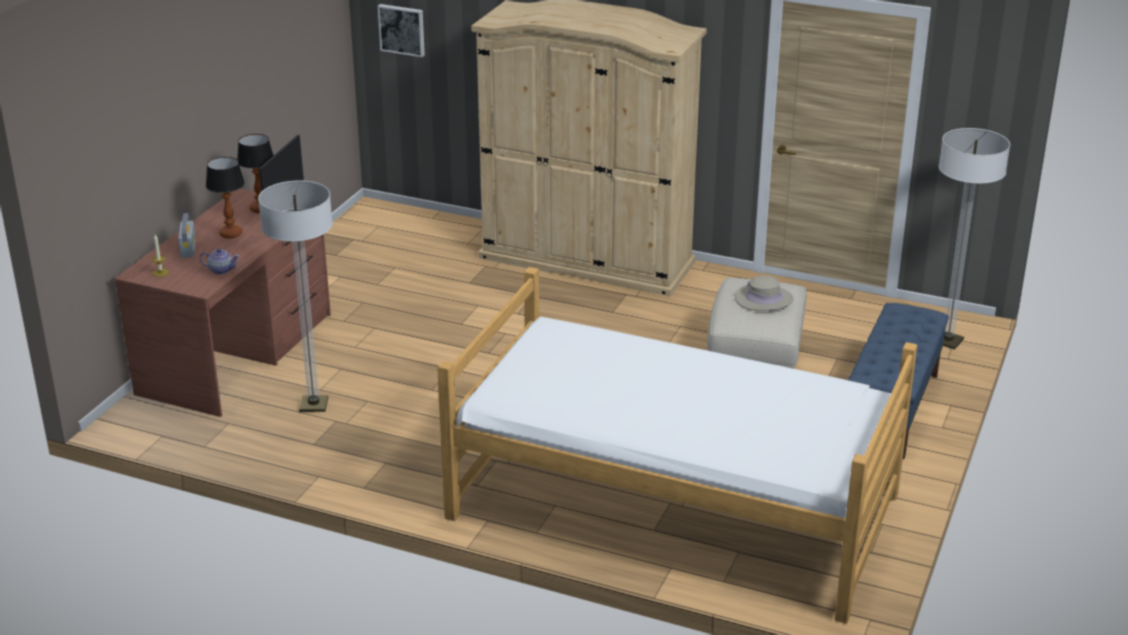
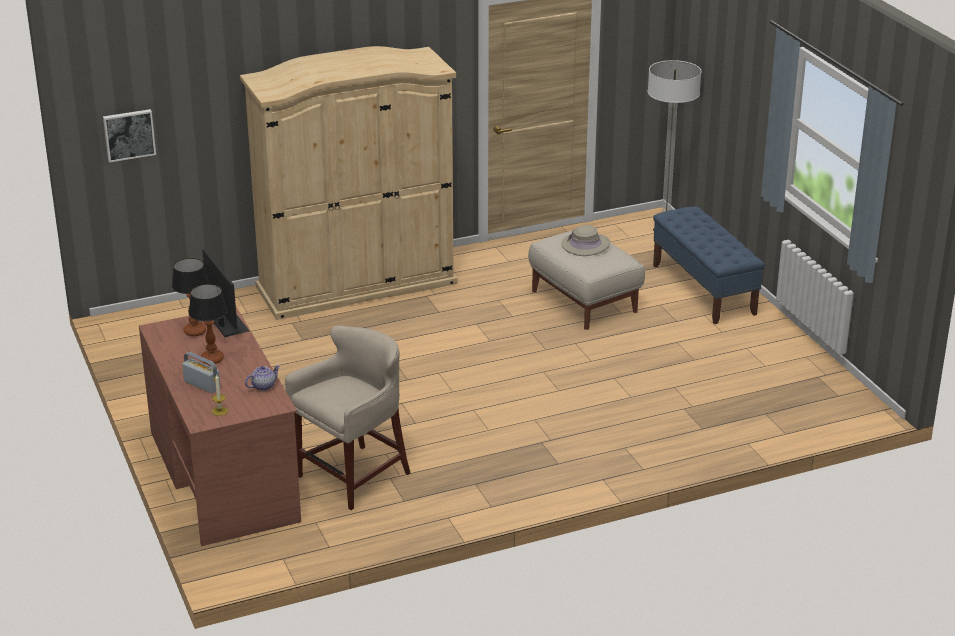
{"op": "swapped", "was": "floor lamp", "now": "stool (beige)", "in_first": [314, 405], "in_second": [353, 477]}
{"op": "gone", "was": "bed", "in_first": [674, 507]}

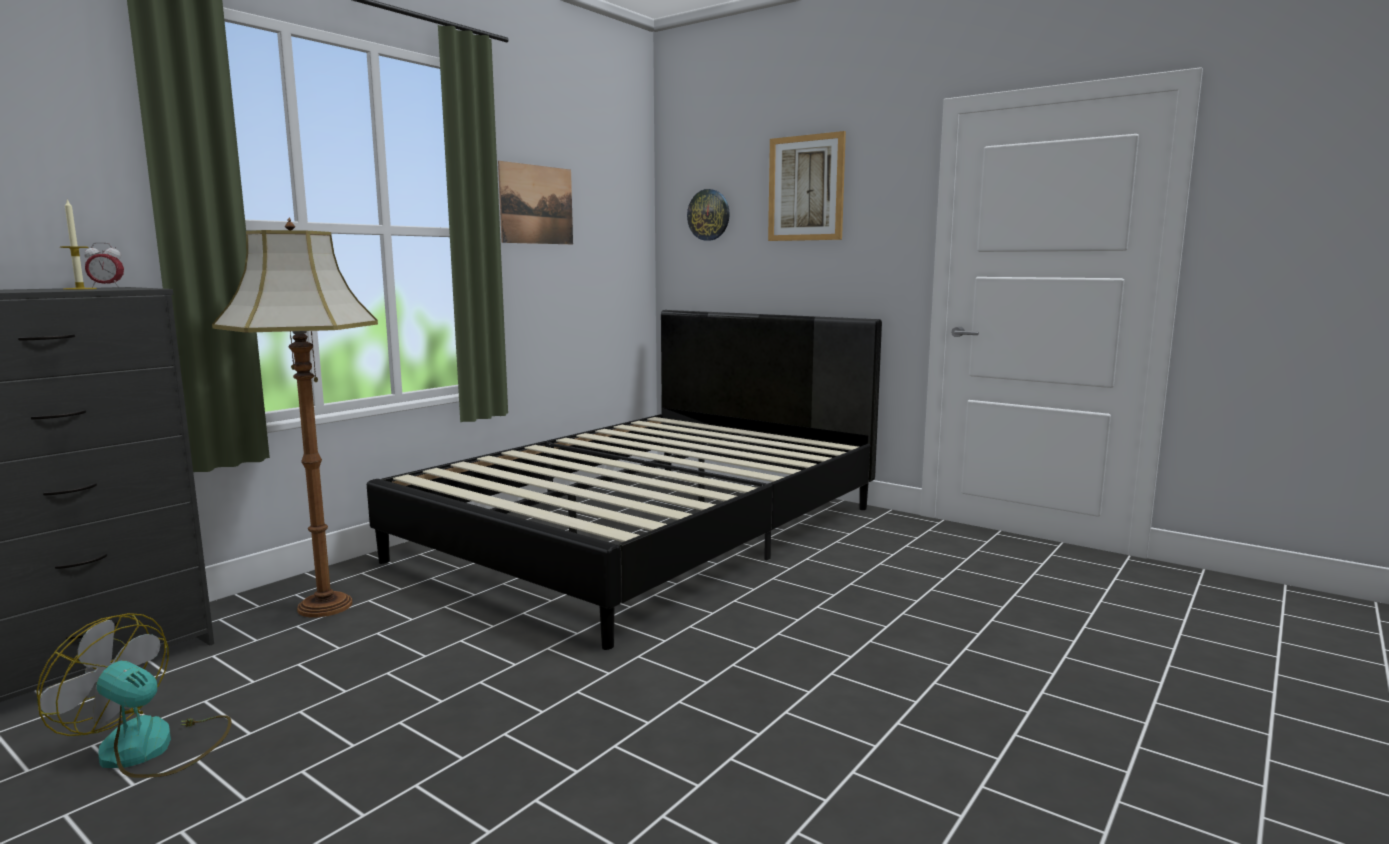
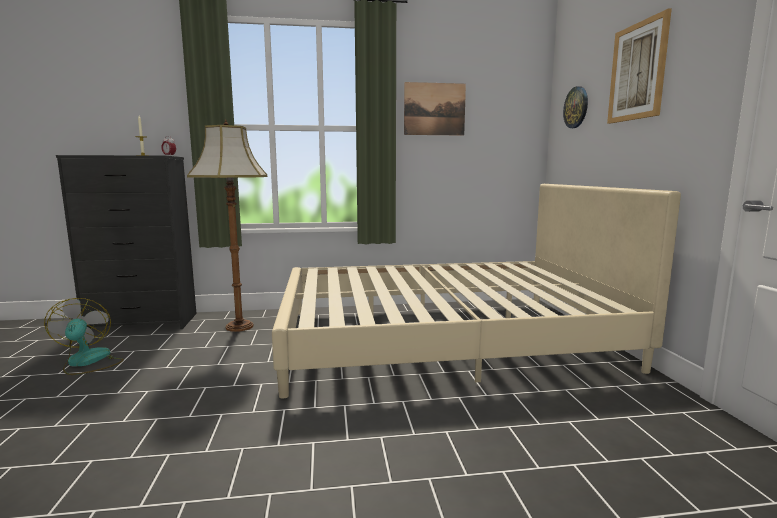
{"op": "repainted", "was": "bed (black)", "now": "bed (beige)", "in_first": [649, 532], "in_second": [444, 338]}

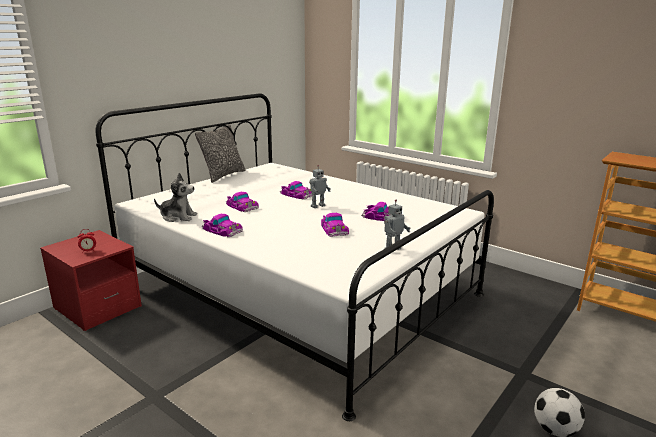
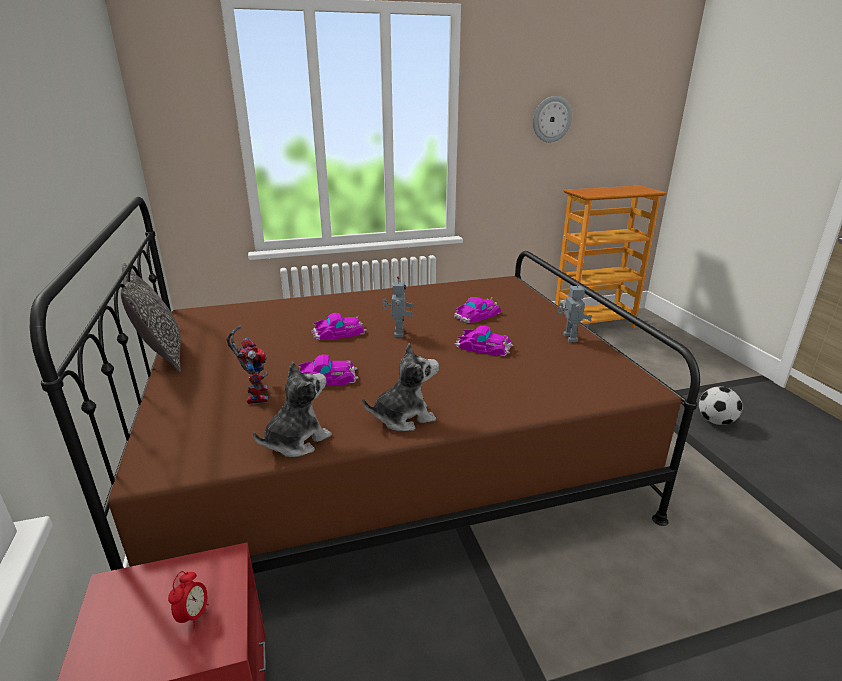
{"op": "repainted", "was": "bed (white)", "now": "bed (brown)", "in_first": [298, 289], "in_second": [389, 454]}
{"op": "swapped", "was": "toy car", "now": "plush toy", "in_first": [222, 230], "in_second": [403, 417]}
{"op": "new", "now": "wall clock", "in_second": [551, 119]}
{"op": "new", "now": "toy robot", "in_second": [255, 394]}

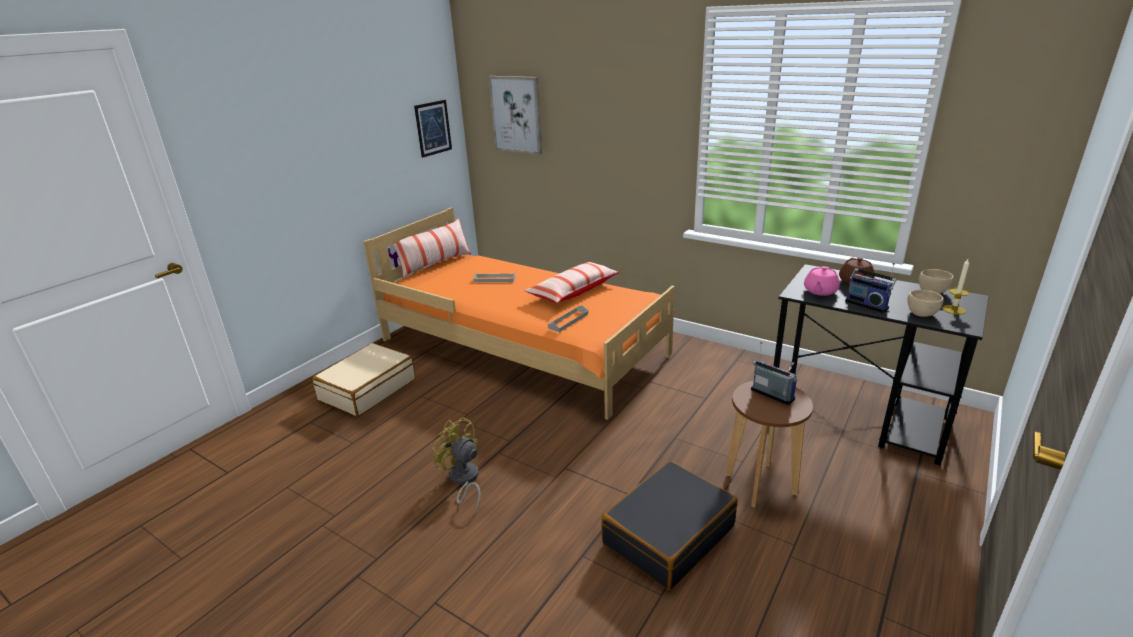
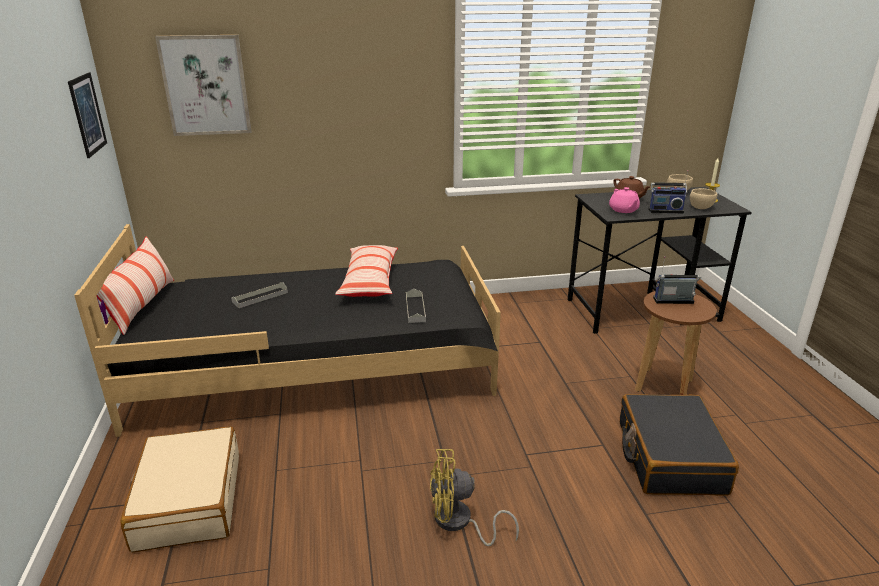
{"op": "repainted", "was": "bed (orange)", "now": "bed (black)", "in_first": [524, 347], "in_second": [316, 367]}

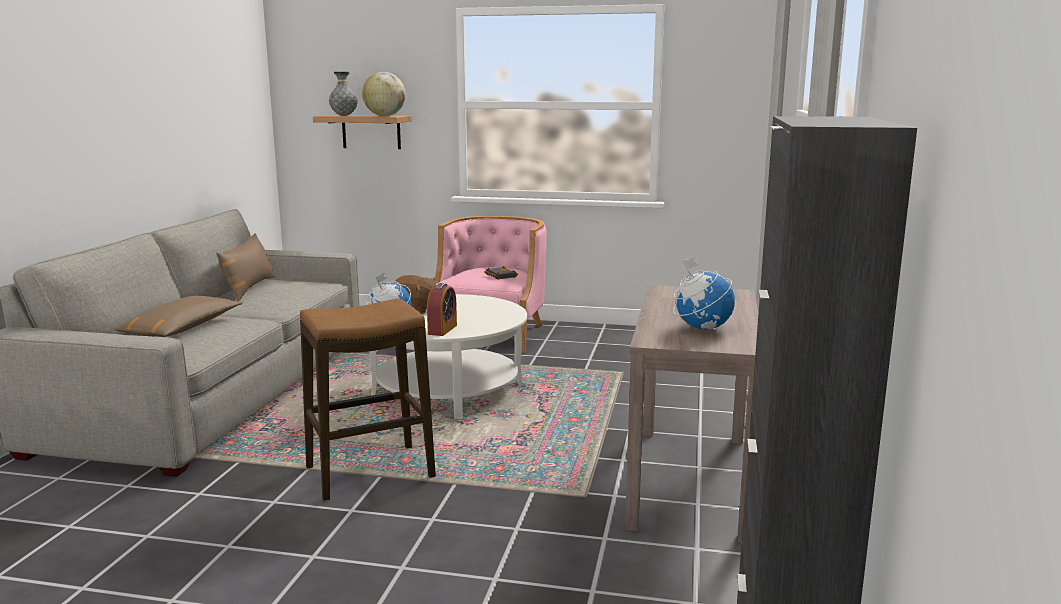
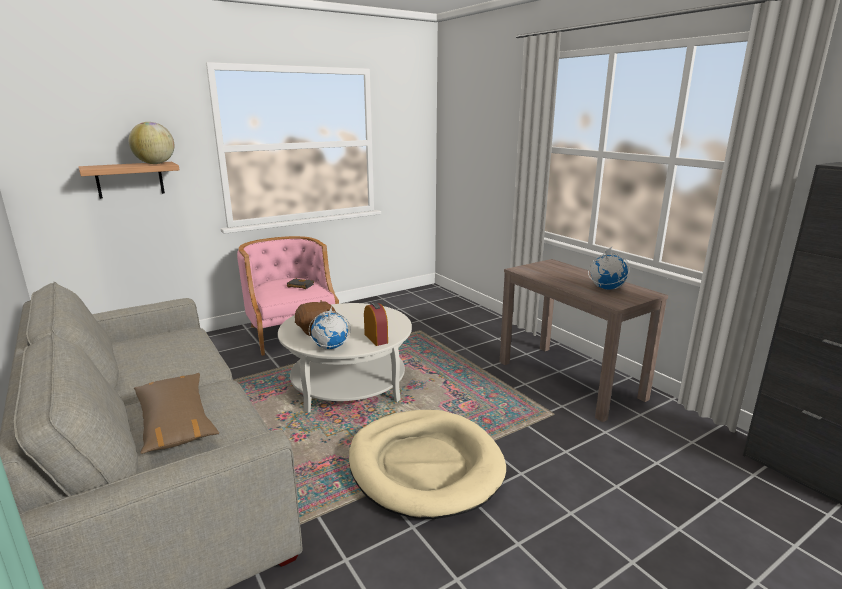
{"op": "gone", "was": "vase (grey)", "in_first": [344, 115]}
{"op": "gone", "was": "pillow (brown)", "in_first": [249, 288]}
{"op": "swapped", "was": "stool", "now": "dog bed (beige)", "in_first": [370, 472], "in_second": [425, 466]}

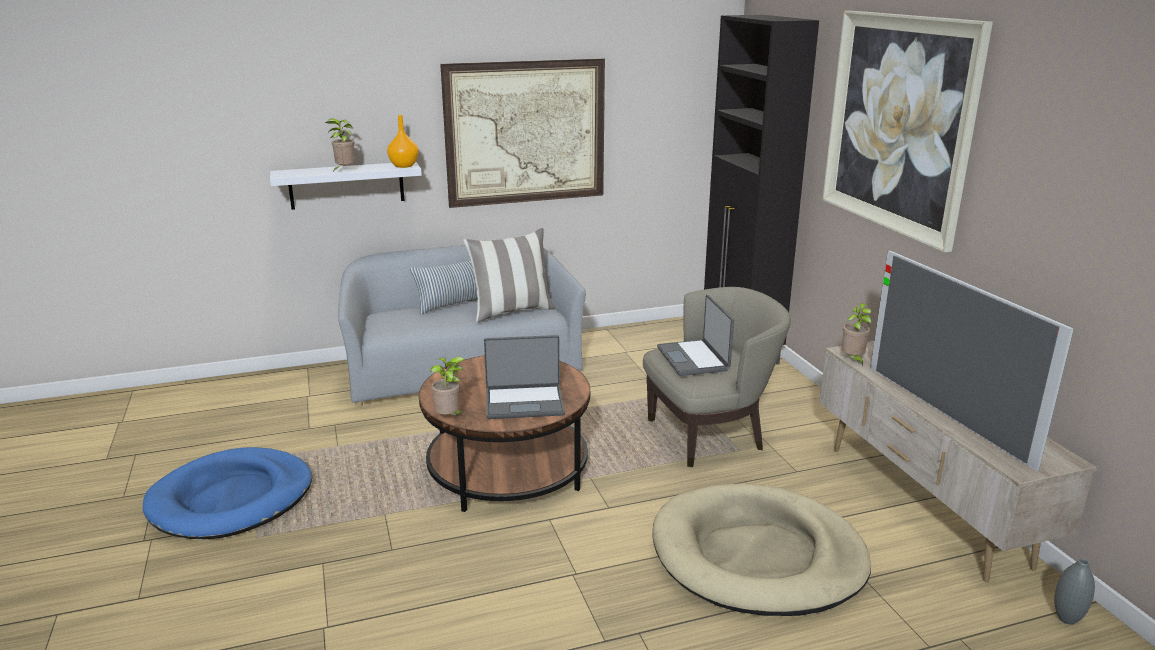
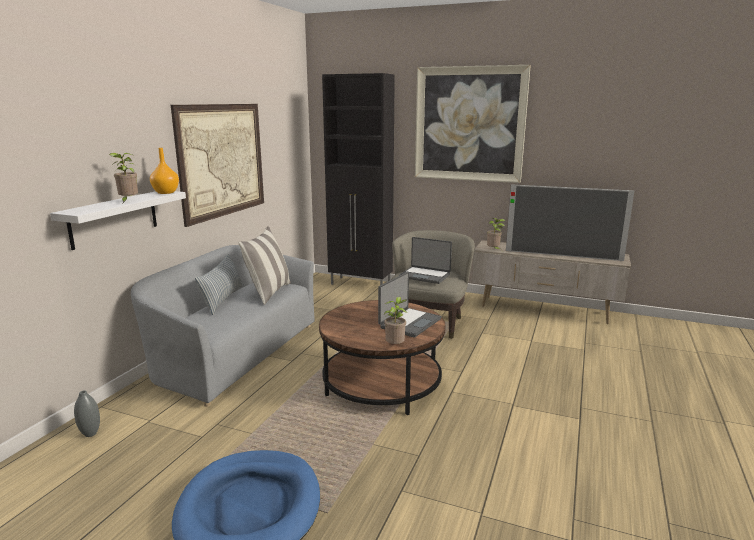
{"op": "gone", "was": "dog bed (beige)", "in_first": [757, 556]}
{"op": "shifted", "was": "vase (grey)", "in_first": [1067, 619], "in_second": [90, 434]}

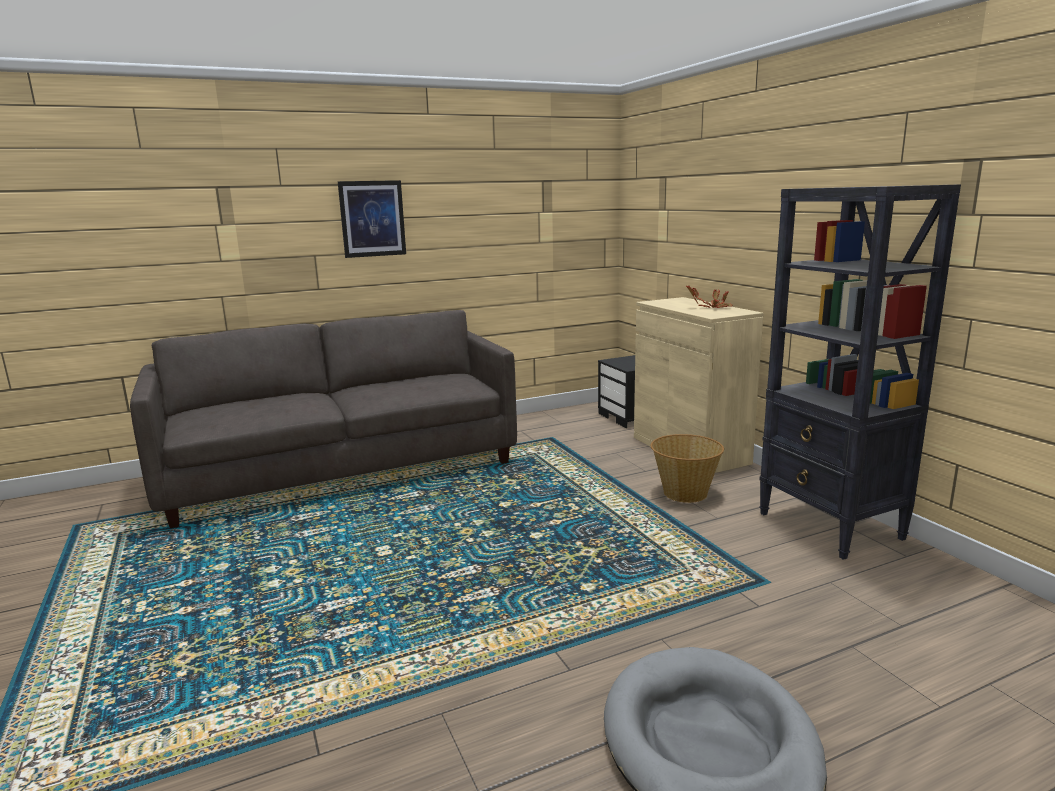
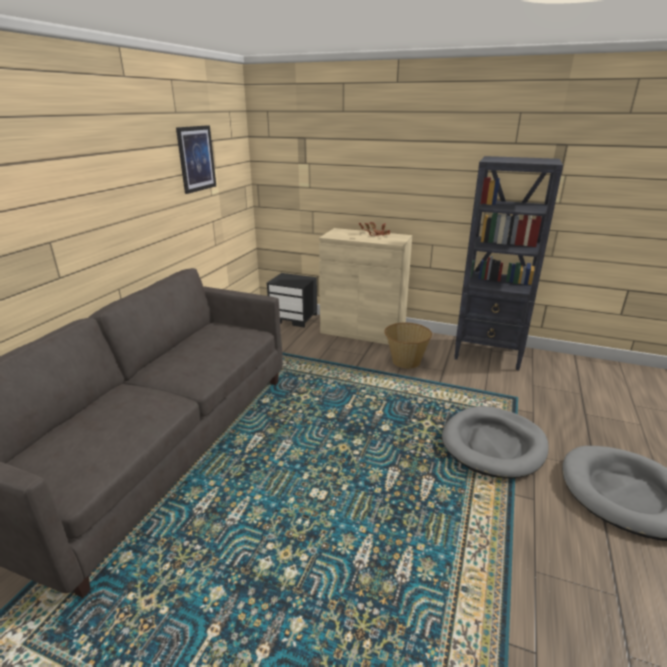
{"op": "shifted", "was": "picture", "in_first": [372, 218], "in_second": [196, 159]}
{"op": "new", "now": "dog bed (grey)", "in_second": [493, 445]}

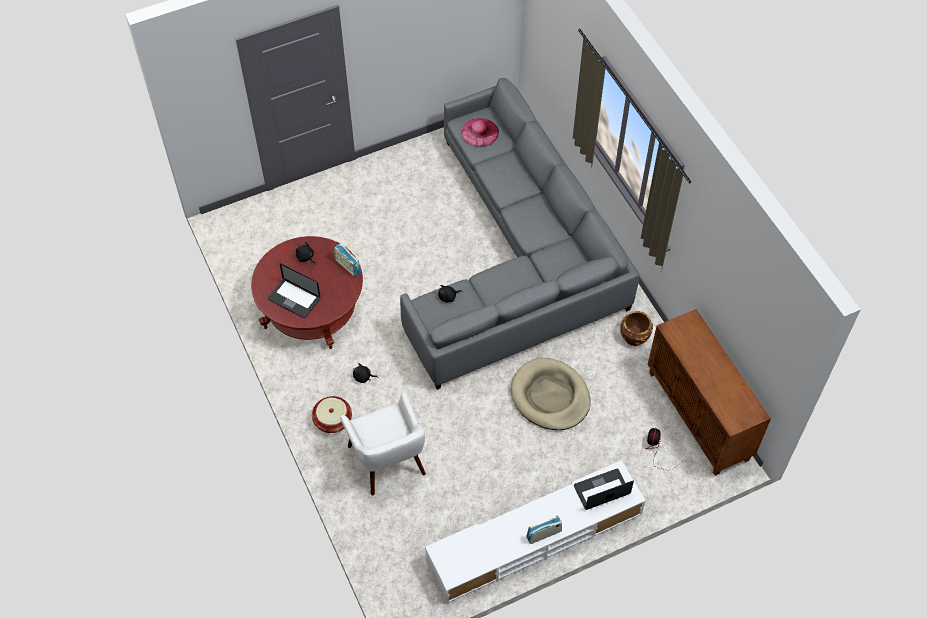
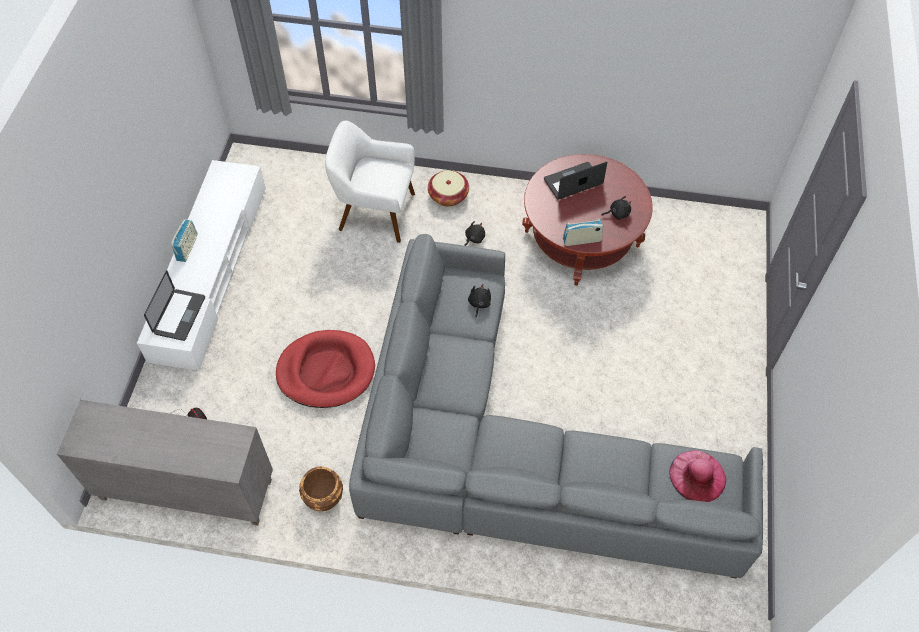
{"op": "repainted", "was": "cabinet (brown)", "now": "cabinet (grey)", "in_first": [699, 416], "in_second": [185, 490]}
{"op": "repainted", "was": "dog bed (beige)", "now": "dog bed (red)", "in_first": [550, 396], "in_second": [326, 371]}

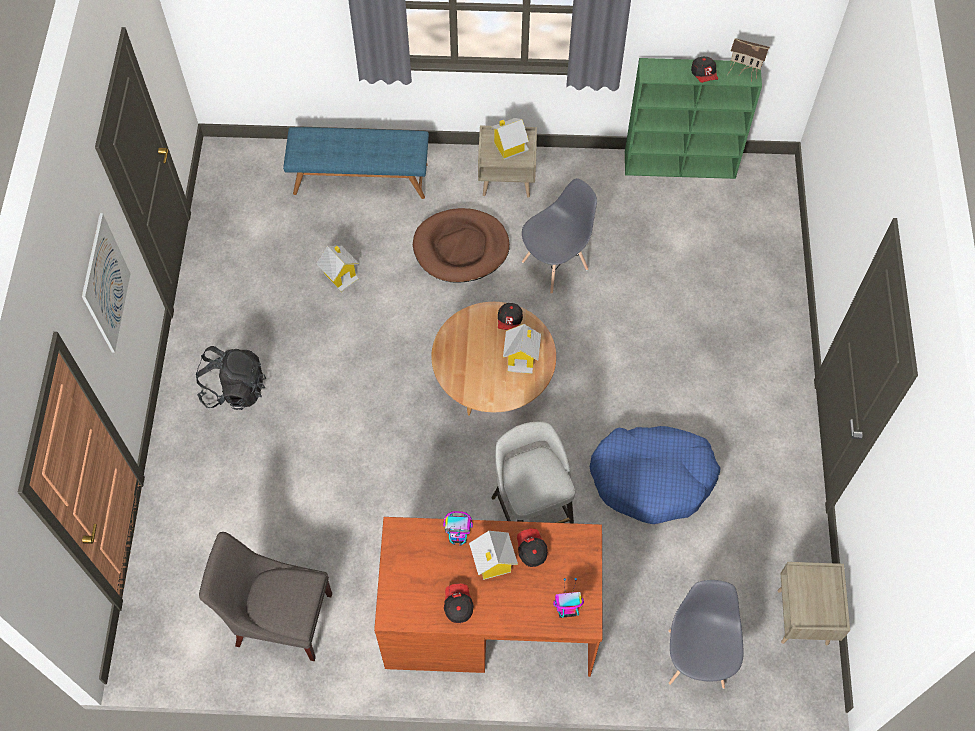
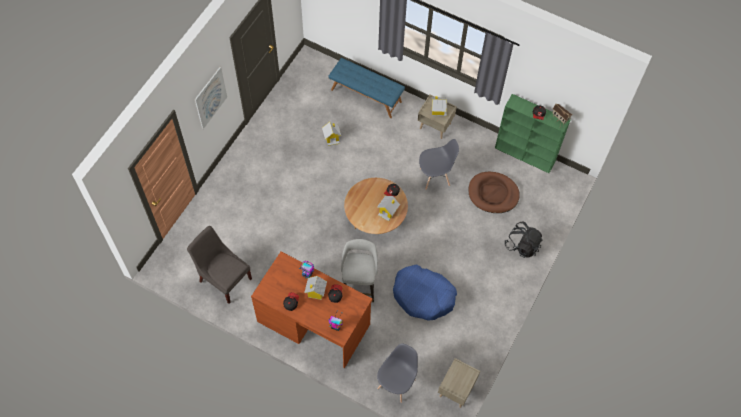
{"op": "shifted", "was": "dog bed (brown)", "in_first": [461, 248], "in_second": [493, 194]}
{"op": "shifted", "was": "backpack (black)", "in_first": [234, 389], "in_second": [522, 245]}

